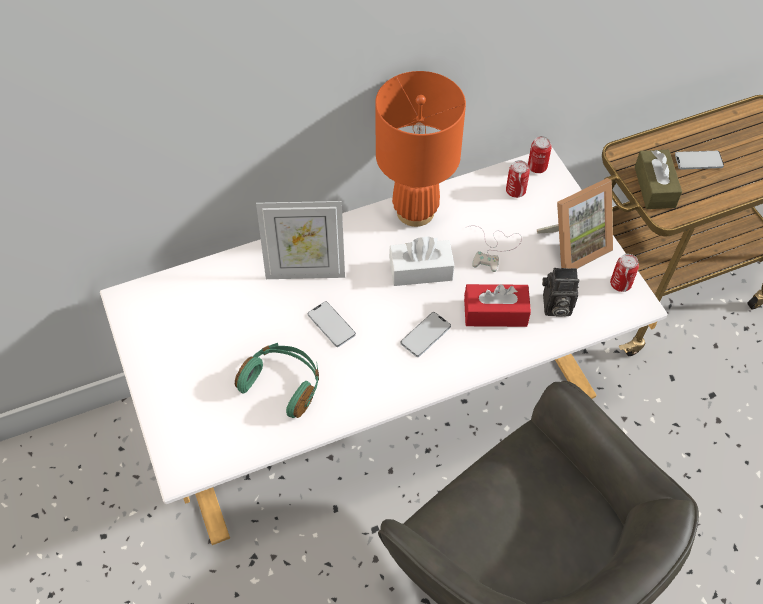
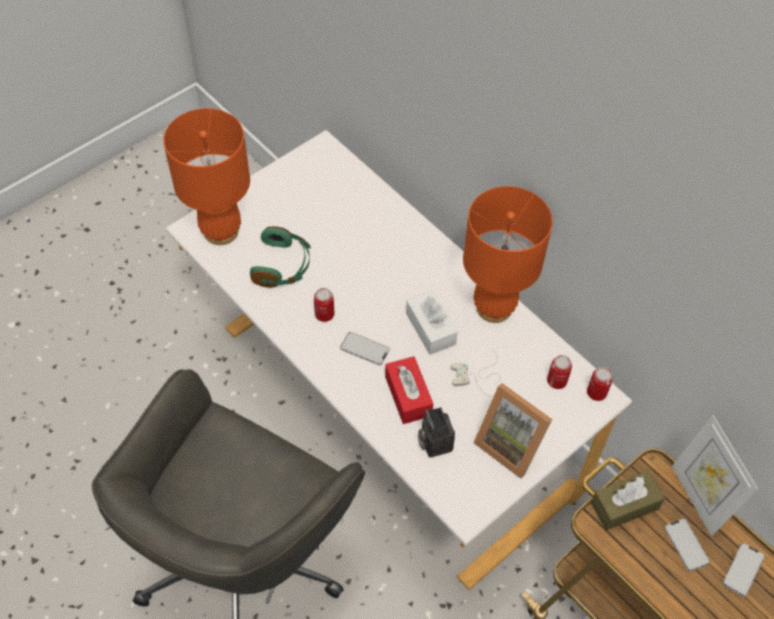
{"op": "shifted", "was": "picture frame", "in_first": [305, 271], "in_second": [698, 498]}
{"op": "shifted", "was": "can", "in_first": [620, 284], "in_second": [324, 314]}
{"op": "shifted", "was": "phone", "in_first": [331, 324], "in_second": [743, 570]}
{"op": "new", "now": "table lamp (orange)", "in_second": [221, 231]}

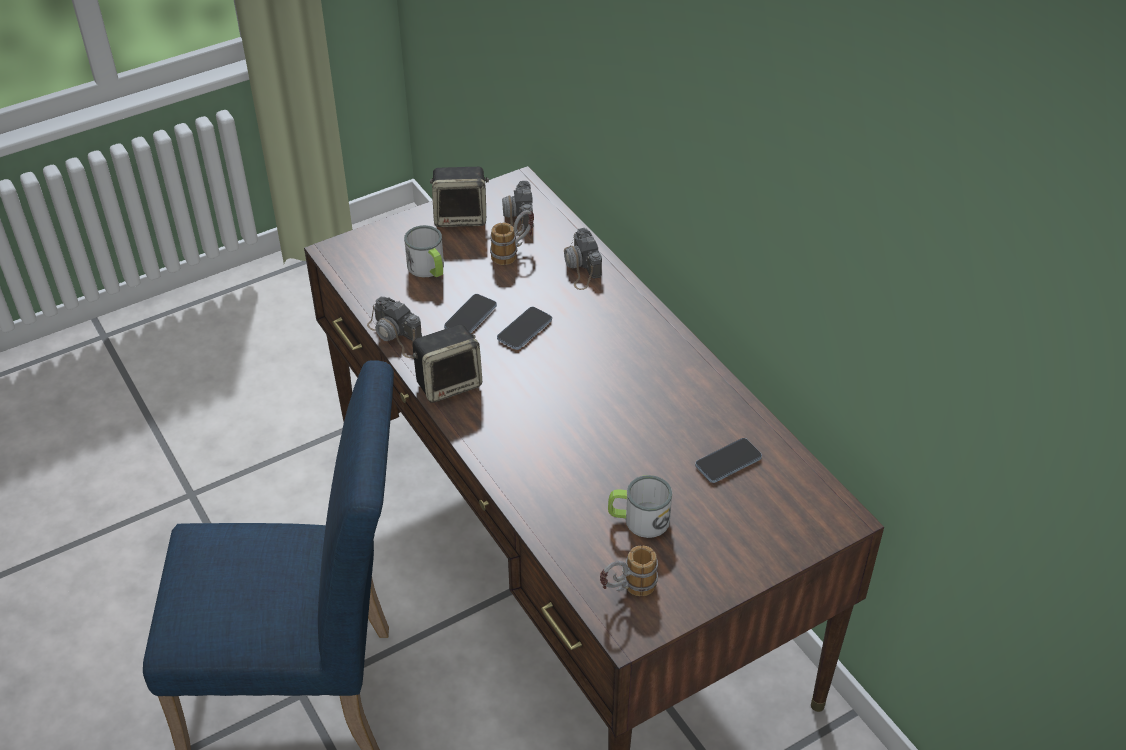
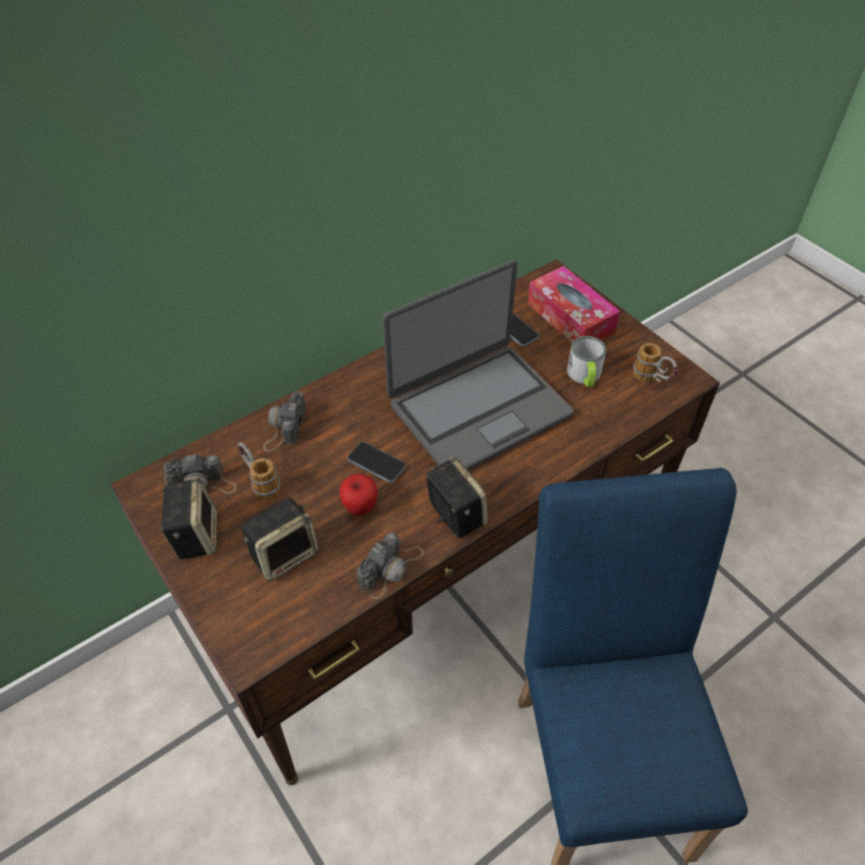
{"op": "swapped", "was": "mug", "now": "speaker", "in_first": [429, 269], "in_second": [285, 553]}
{"op": "rotated", "was": "photo camera", "in_first": [581, 266], "in_second": [285, 427], "clockwise": 120}
{"op": "swapped", "was": "phone", "now": "apple", "in_first": [470, 317], "in_second": [360, 507]}
{"op": "new", "now": "laptop", "in_second": [478, 409]}
{"op": "new", "now": "tissue box", "in_second": [570, 318]}

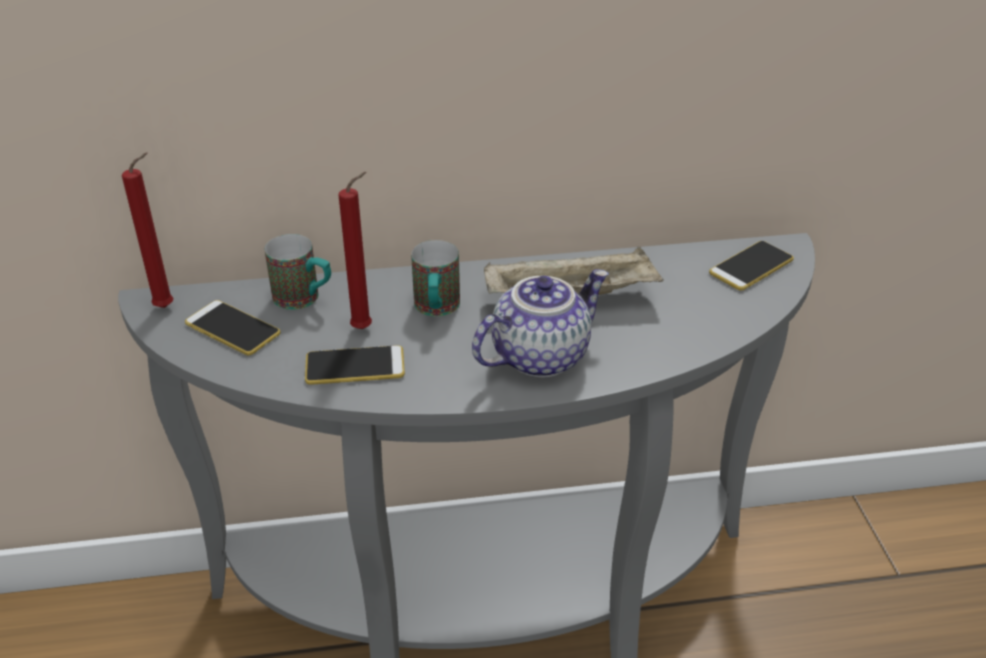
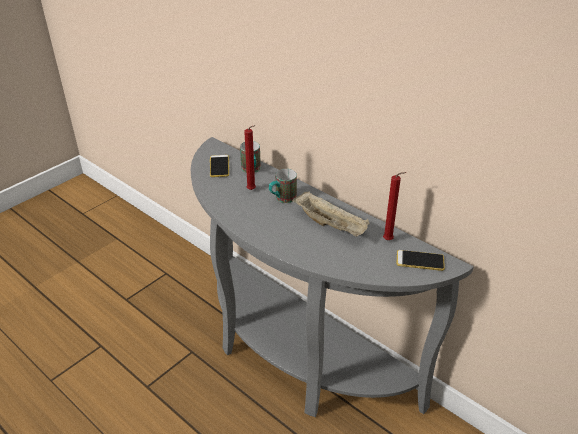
{"op": "shifted", "was": "candle (red)", "in_first": [168, 307], "in_second": [389, 240]}
{"op": "gone", "was": "teapot", "in_first": [539, 355]}
{"op": "gone", "was": "phone", "in_first": [355, 366]}

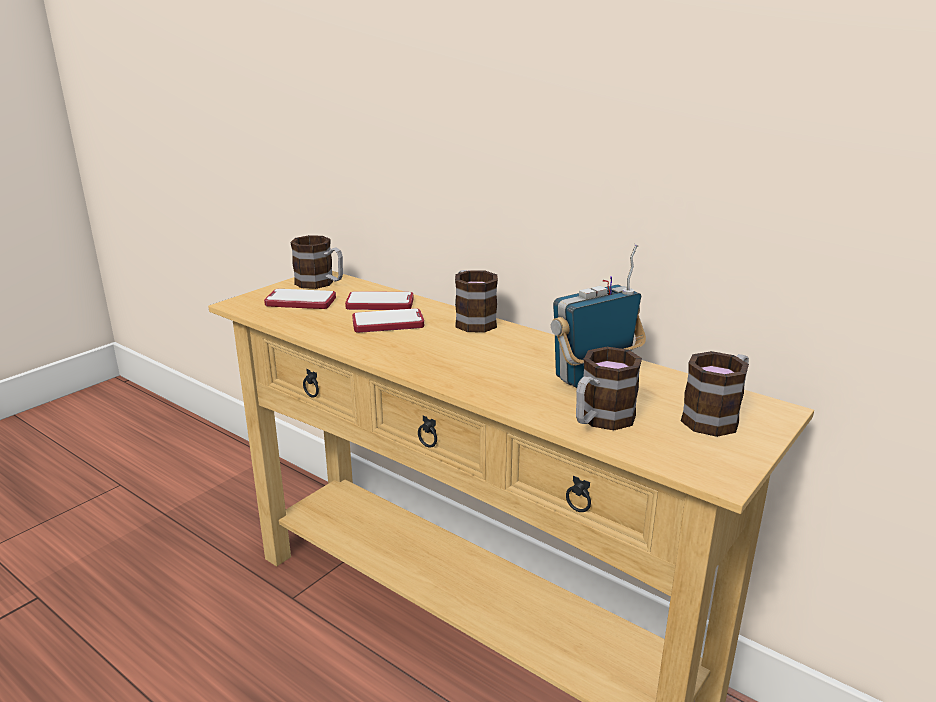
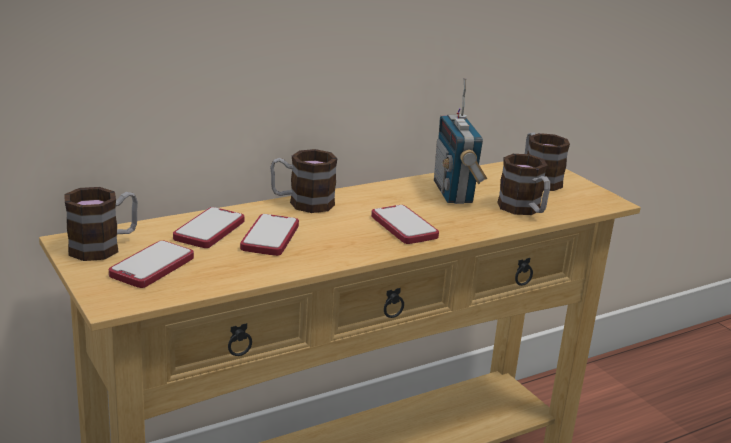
{"op": "new", "now": "phone", "in_second": [404, 226]}

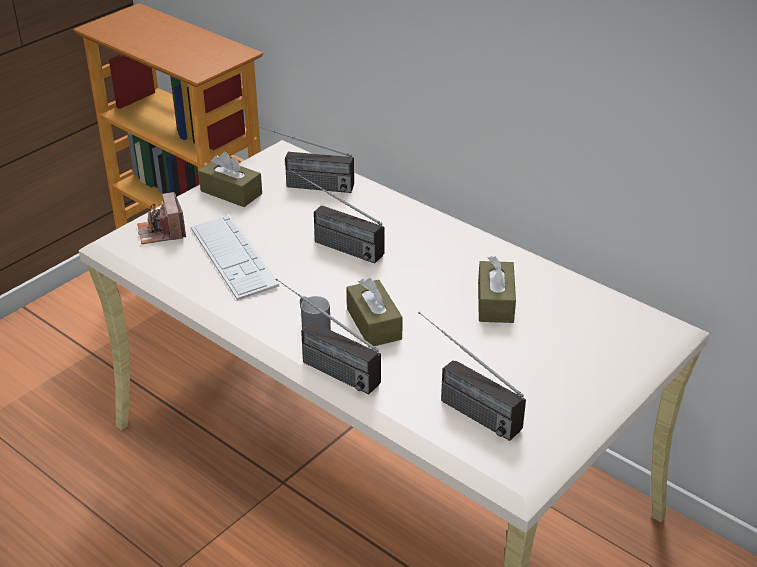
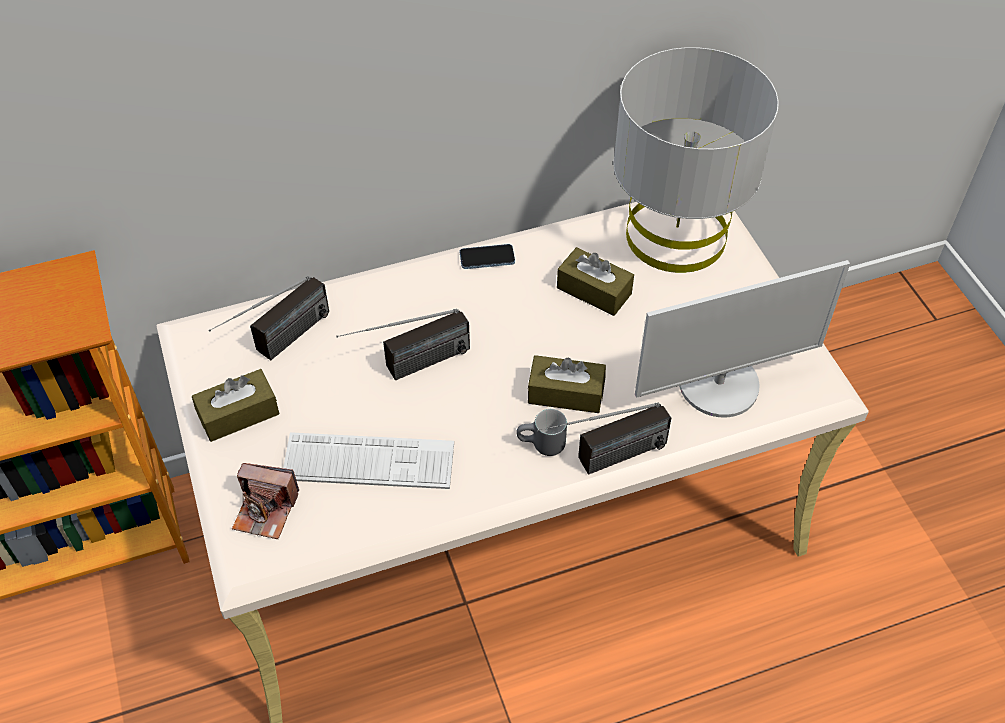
{"op": "swapped", "was": "radio", "now": "monitor", "in_first": [460, 405], "in_second": [719, 384]}
{"op": "new", "now": "table lamp (grey)", "in_second": [675, 235]}
{"op": "new", "now": "phone", "in_second": [487, 258]}

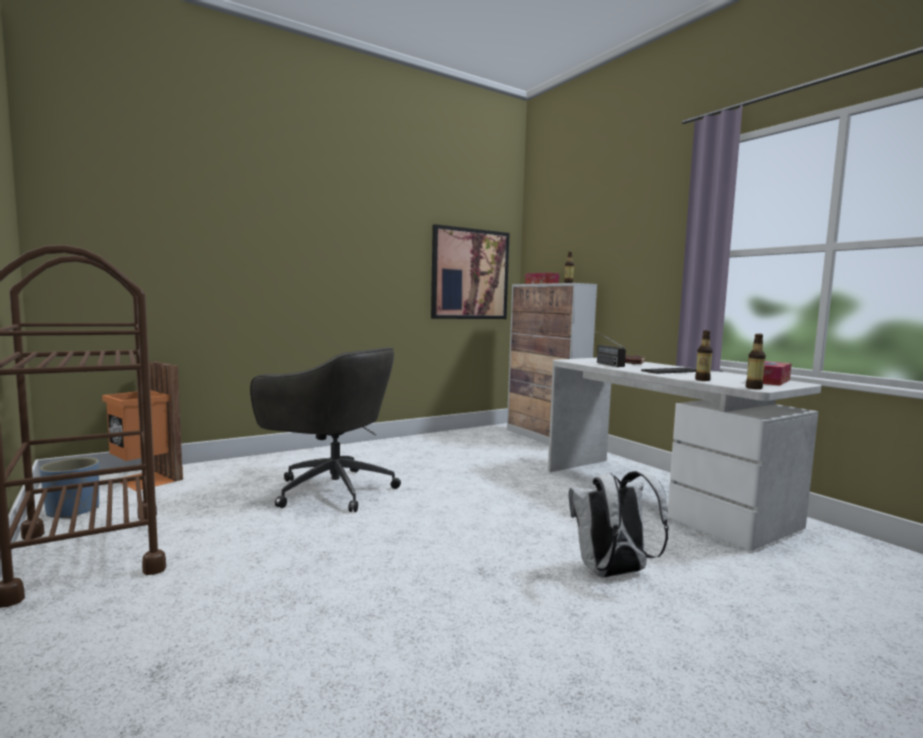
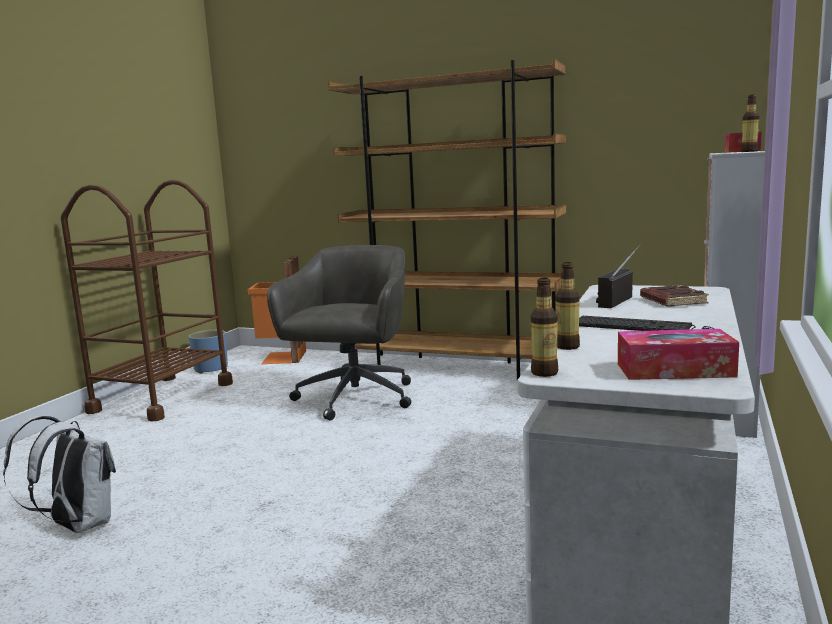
{"op": "gone", "was": "picture", "in_first": [470, 274]}
{"op": "rotated", "was": "office chair (grey)", "in_first": [331, 489], "in_second": [353, 399], "clockwise": -150}
{"op": "shifted", "was": "backpack (white)", "in_first": [612, 573], "in_second": [77, 526]}
{"op": "new", "now": "bookcase (brown)", "in_second": [456, 367]}

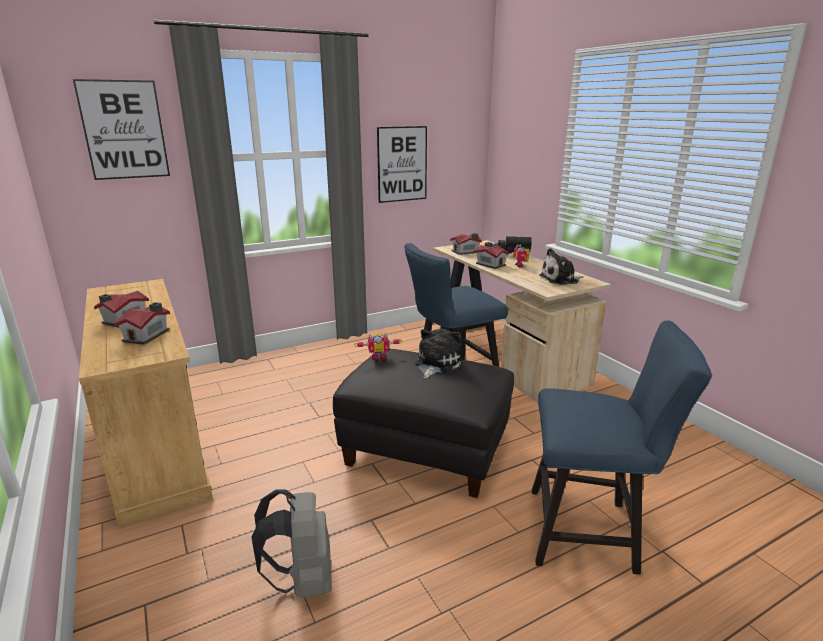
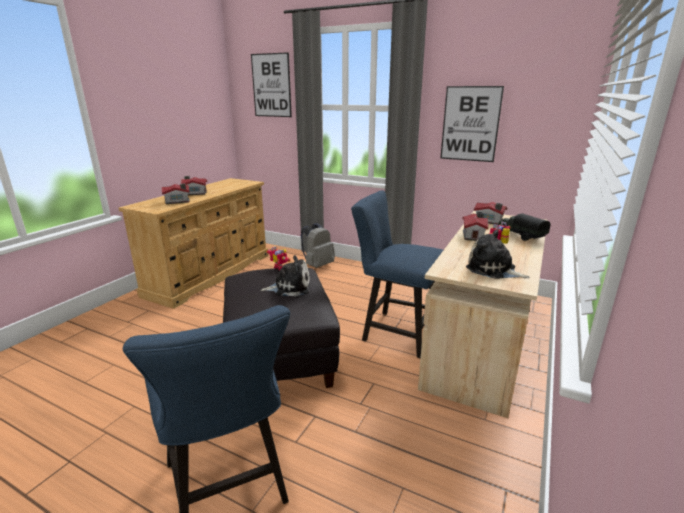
{"op": "shifted", "was": "backpack (grey)", "in_first": [302, 579], "in_second": [317, 265]}

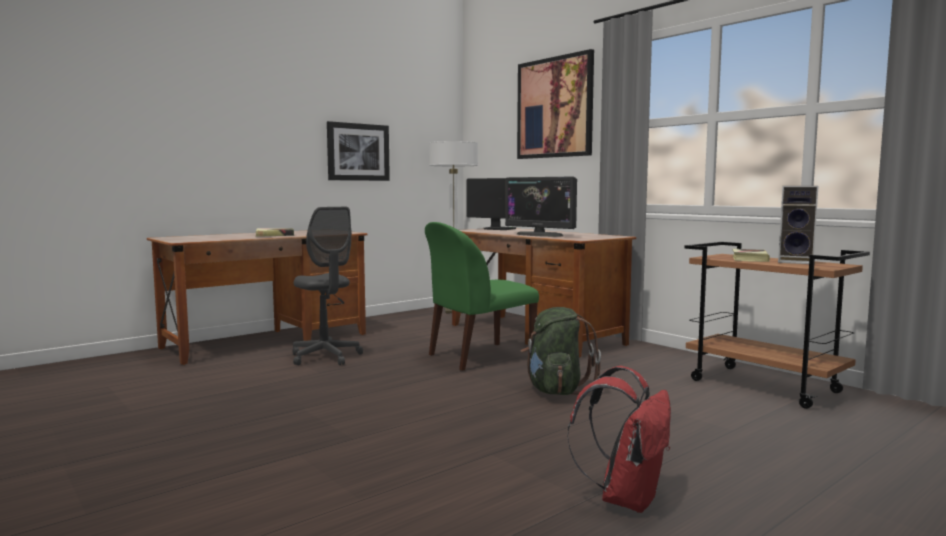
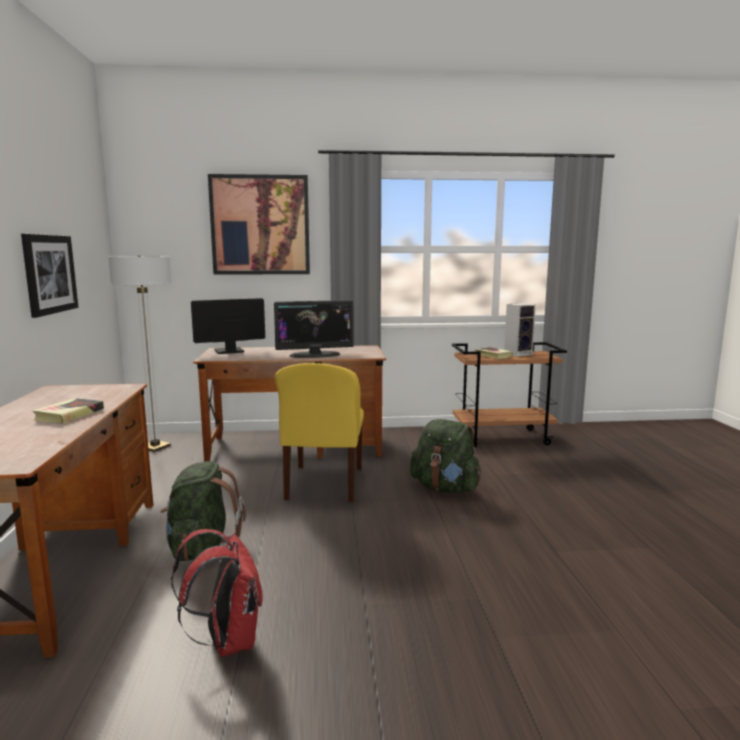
{"op": "swapped", "was": "office chair (grey)", "now": "backpack (green)", "in_first": [325, 357], "in_second": [202, 548]}
{"op": "repainted", "was": "chair (green)", "now": "chair (yellow)", "in_first": [478, 357], "in_second": [324, 484]}
{"op": "shifted", "was": "backpack (red)", "in_first": [626, 498], "in_second": [227, 641]}

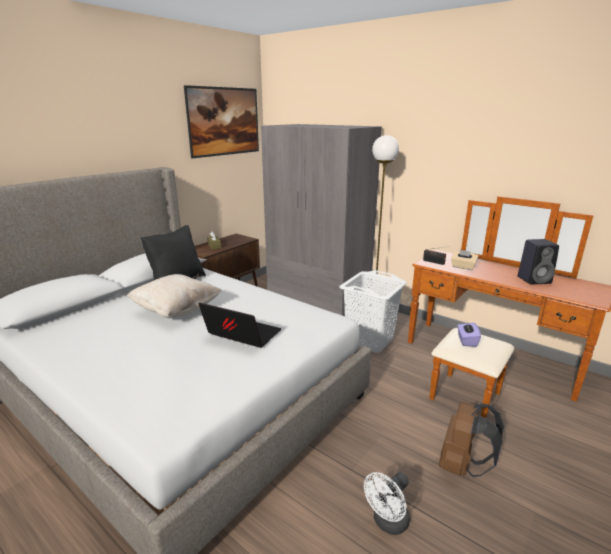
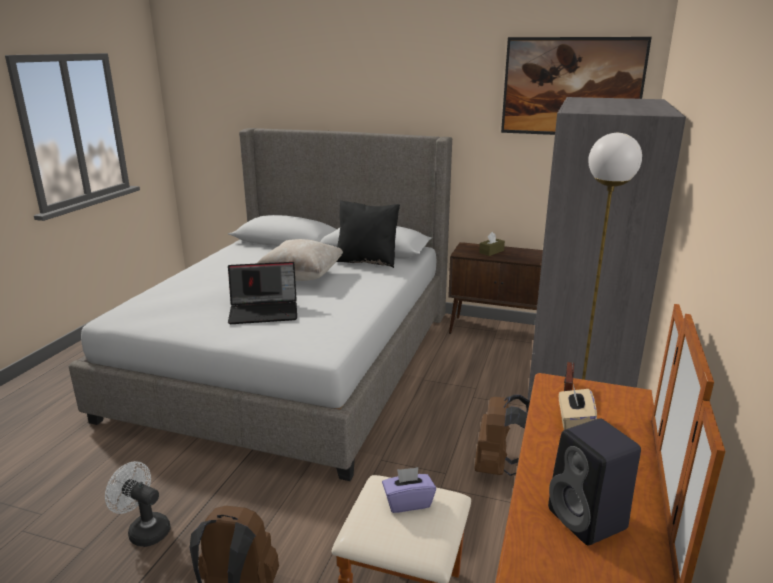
{"op": "swapped", "was": "laundry basket (white)", "now": "backpack (brown)", "in_first": [370, 340], "in_second": [498, 467]}
{"op": "rotated", "was": "laptop", "in_first": [241, 335], "in_second": [265, 311], "clockwise": 75}

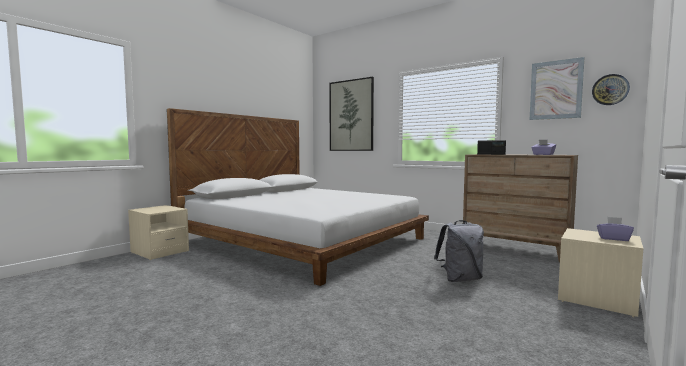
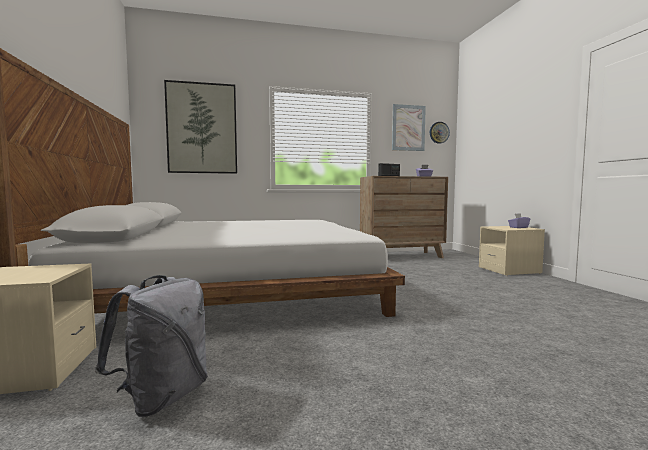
{"op": "shifted", "was": "backpack (grey)", "in_first": [460, 279], "in_second": [162, 397]}

